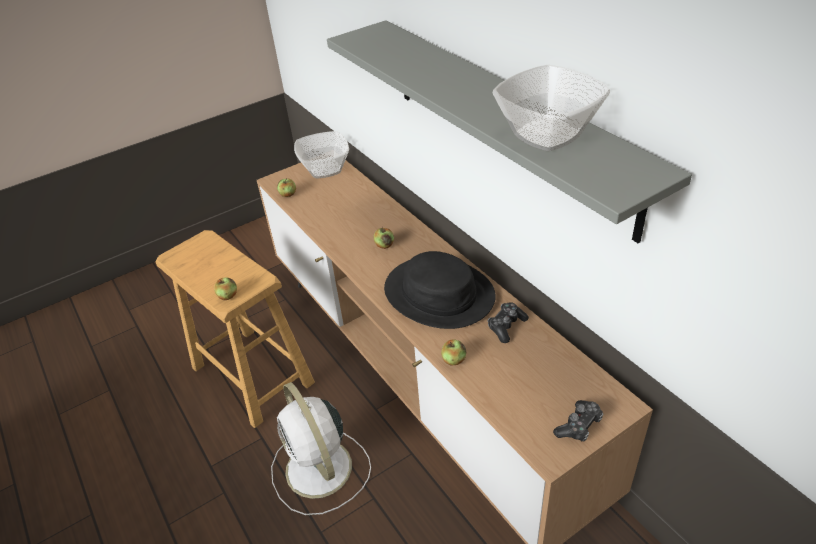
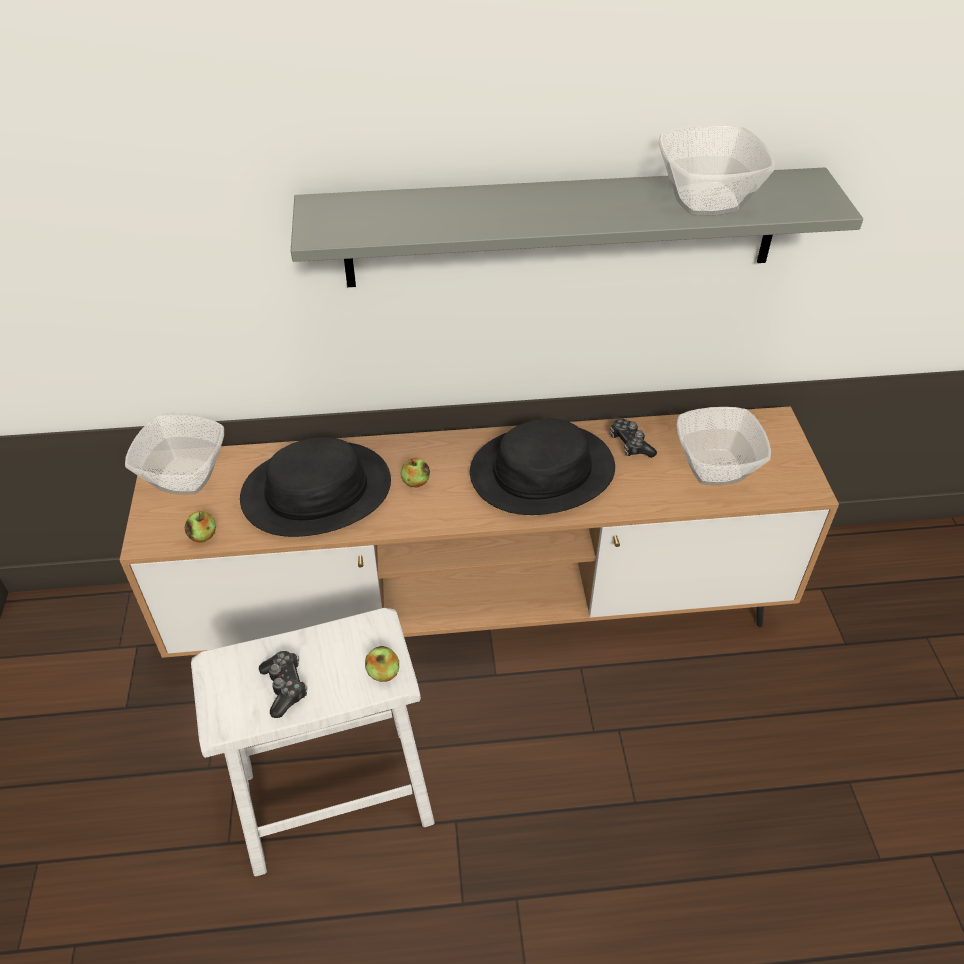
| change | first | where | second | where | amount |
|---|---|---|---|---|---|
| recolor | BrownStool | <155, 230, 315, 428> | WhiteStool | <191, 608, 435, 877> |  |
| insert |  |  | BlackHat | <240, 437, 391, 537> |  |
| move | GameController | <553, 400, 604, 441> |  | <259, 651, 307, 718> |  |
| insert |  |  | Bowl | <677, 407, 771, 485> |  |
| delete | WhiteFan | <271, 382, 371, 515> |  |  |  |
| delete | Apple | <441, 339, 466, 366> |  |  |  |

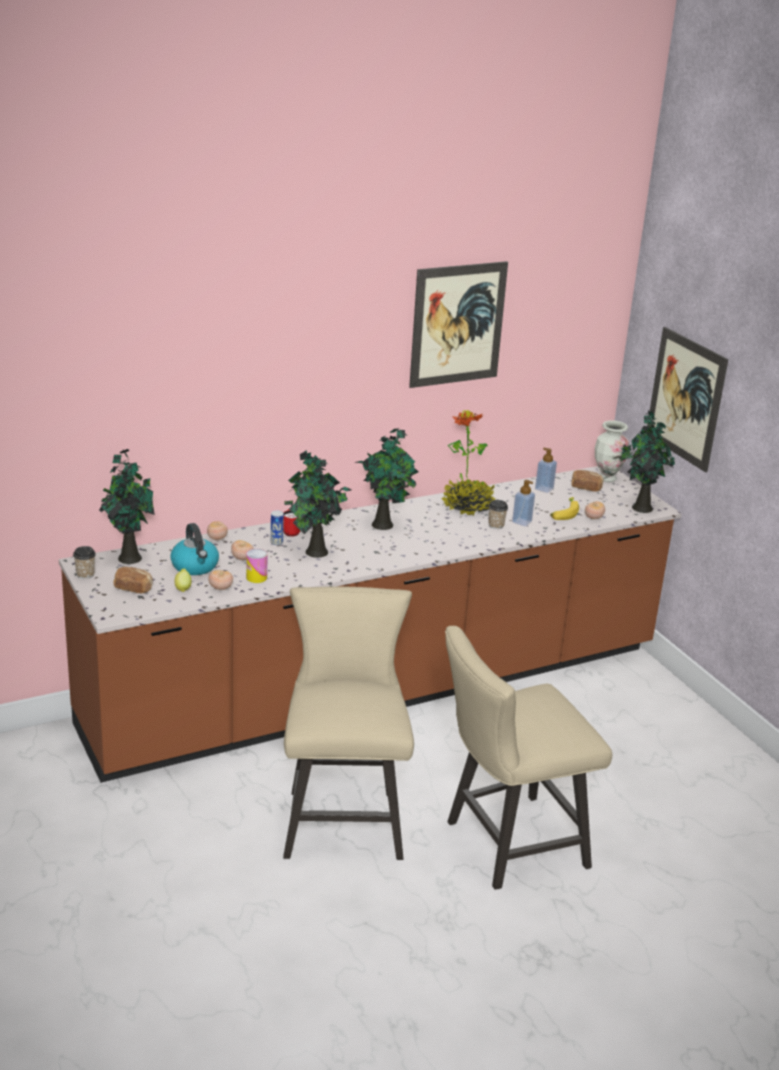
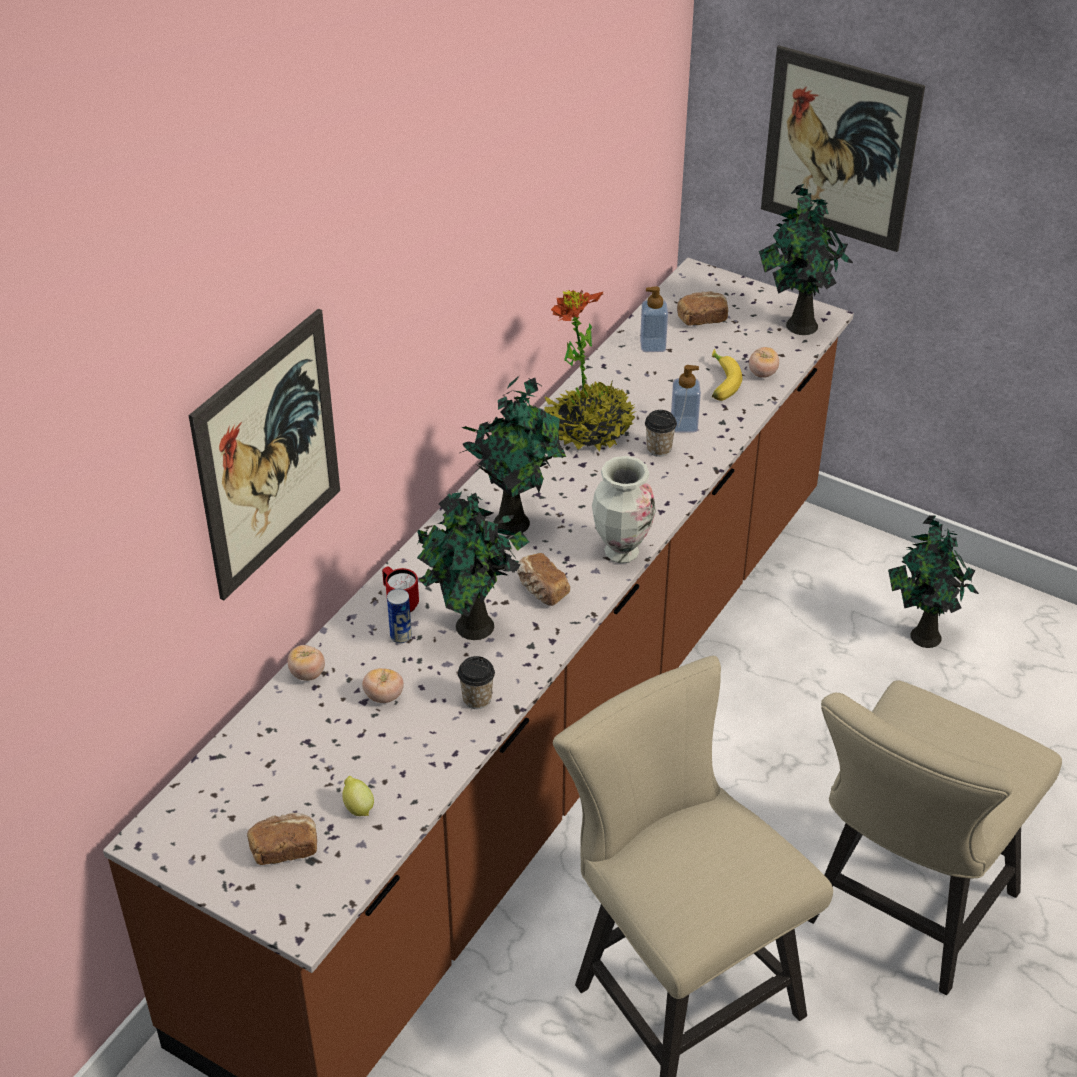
| change | first | where | second | where | amount |
|---|---|---|---|---|---|
| move | Picture | <409, 261, 508, 388> |  | <189, 309, 340, 601> |  |
| move | Cup | <73, 546, 96, 579> |  | <458, 656, 495, 709> |  |
| insert |  |  | Bread | <517, 553, 570, 606> |  |
| move | Vase | <595, 420, 629, 482> |  | <592, 456, 656, 564> |  |
| move | PottedPlant | <99, 449, 155, 564> |  | <888, 515, 979, 648> |  |
| delete | Kettle | <170, 523, 219, 575> |  |  |  |
| delete | Tomato | <208, 570, 233, 590> |  |  |  |
| delete | Can | <246, 549, 268, 583> |  |  |  |

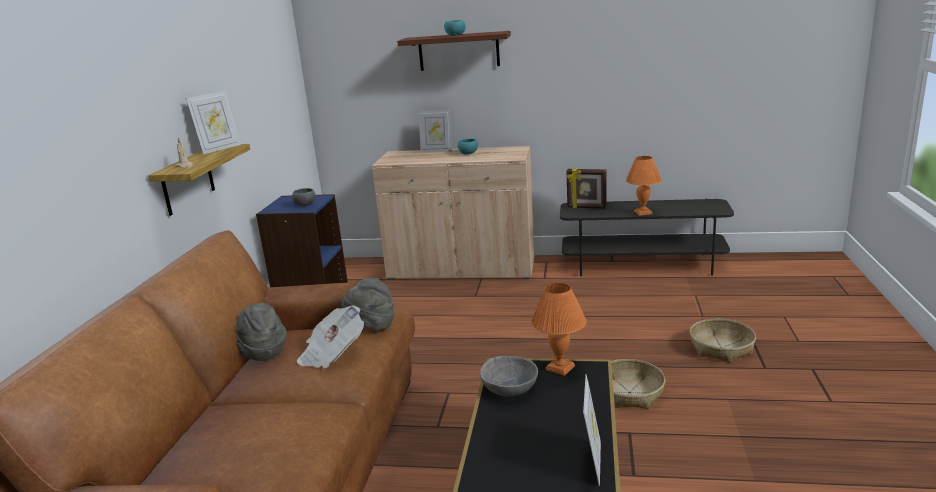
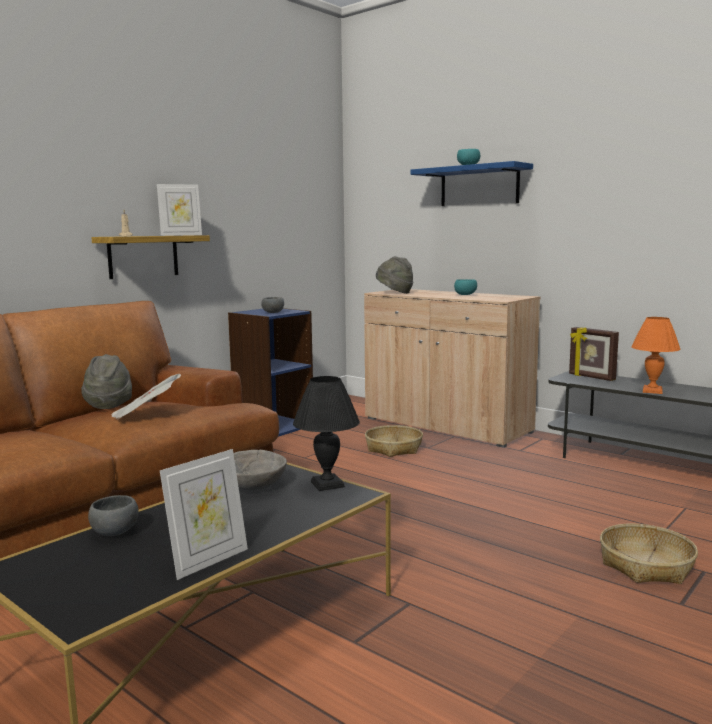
| change | first | where | second | where | amount |
|---|---|---|---|---|---|
| insert |  |  | GreyBowl | <88, 495, 139, 536> |  |
| recolor | OrangeTableLamp | <531, 283, 587, 376> | BlackTableLamp | <293, 376, 360, 491> |  |
| move | Basket | <611, 359, 666, 409> |  | <365, 425, 423, 457> |  |
| move | GreyHat | <341, 278, 395, 330> |  | <376, 256, 413, 294> |  |
| recolor | BrownShelf | <397, 31, 511, 71> | BlueShelf | <410, 161, 533, 206> |  |
| delete | PictureFrame | <419, 110, 452, 152> |  |  |  |

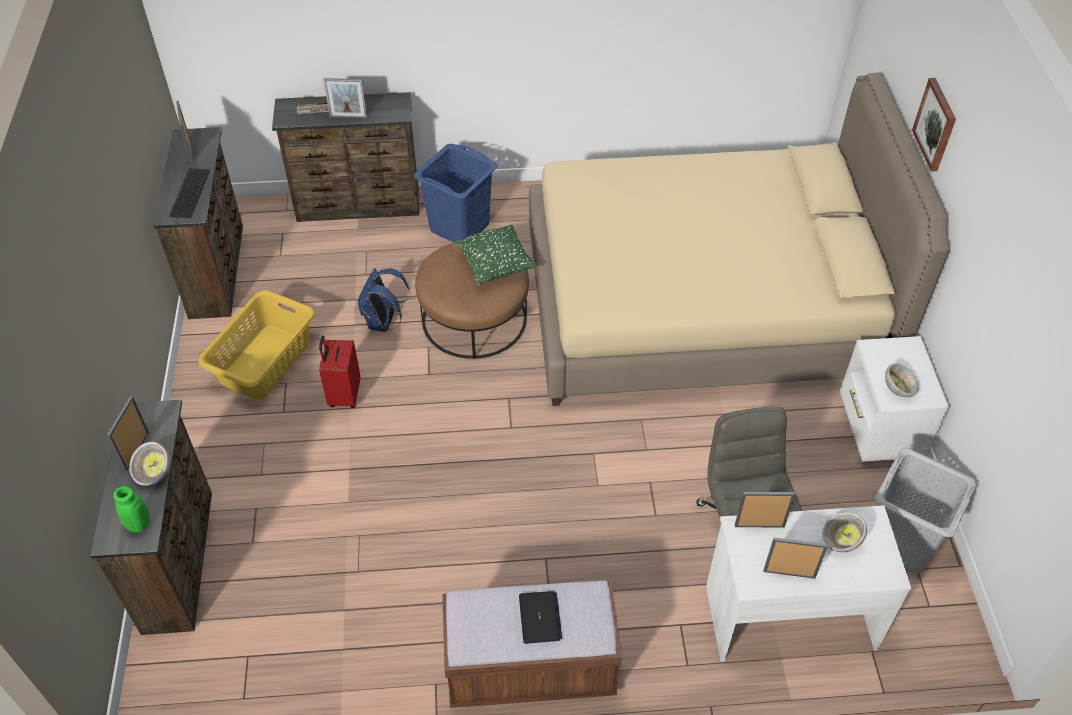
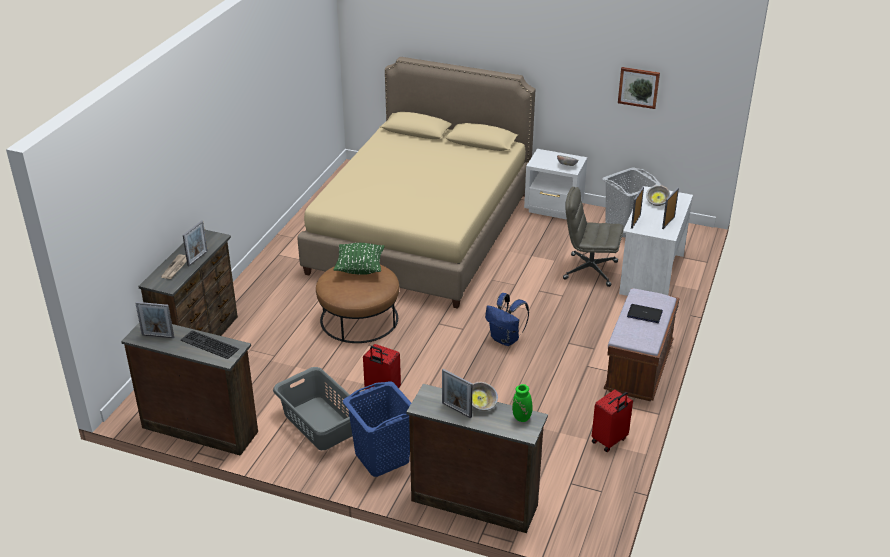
| change | first | where | second | where | amount |
|---|---|---|---|---|---|
| recolor | YellowLaundryBasket | <198, 290, 315, 400> | GreyLaundryBasket | <273, 367, 360, 450> |  |
| move | BlueLaundryBasket | <414, 144, 497, 243> |  | <343, 381, 411, 477> |  |
| move | BlueBackpack | <358, 268, 410, 332> |  | <485, 293, 529, 346> |  |
| insert |  |  | RedSuitcase | <592, 389, 633, 452> |  |
| move | Picture | <912, 78, 956, 172> |  | <618, 67, 660, 109> |  |

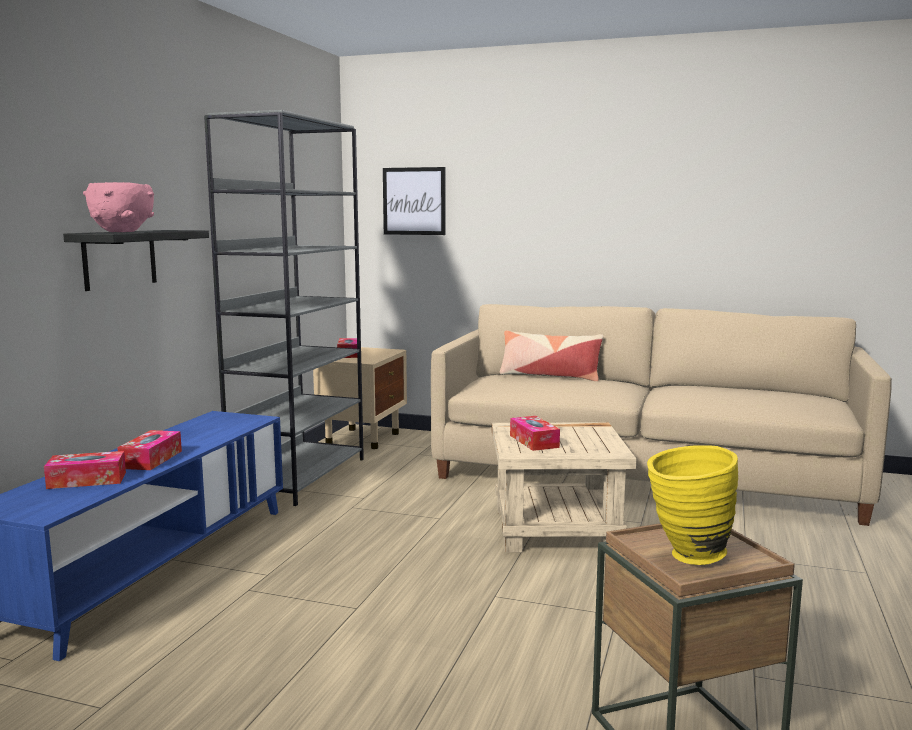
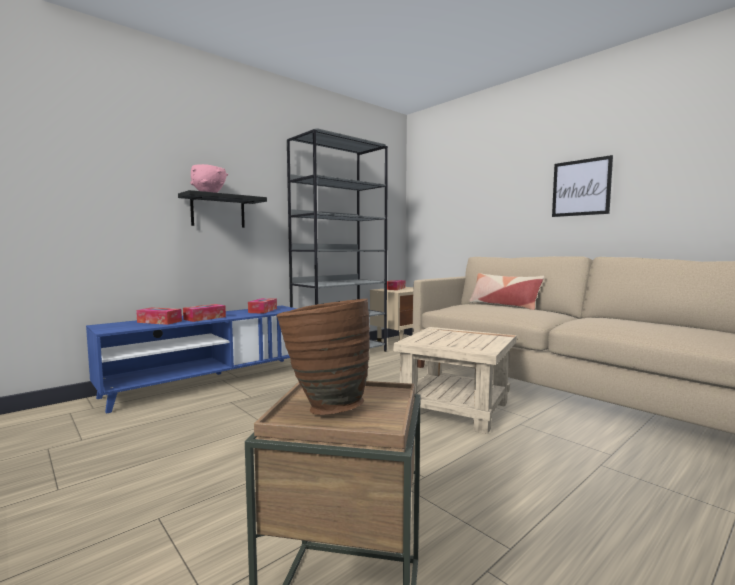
| change | first | where | second | where | amount |
|---|---|---|---|---|---|
| move | TissueBox | <510, 416, 560, 451> |  | <248, 298, 277, 314> |  |
| recolor | YellowVase | <647, 445, 738, 565> | BrownVase | <276, 298, 370, 415> |  |
| move | Picture | <383, 167, 445, 235> |  | <552, 155, 613, 217> |  |

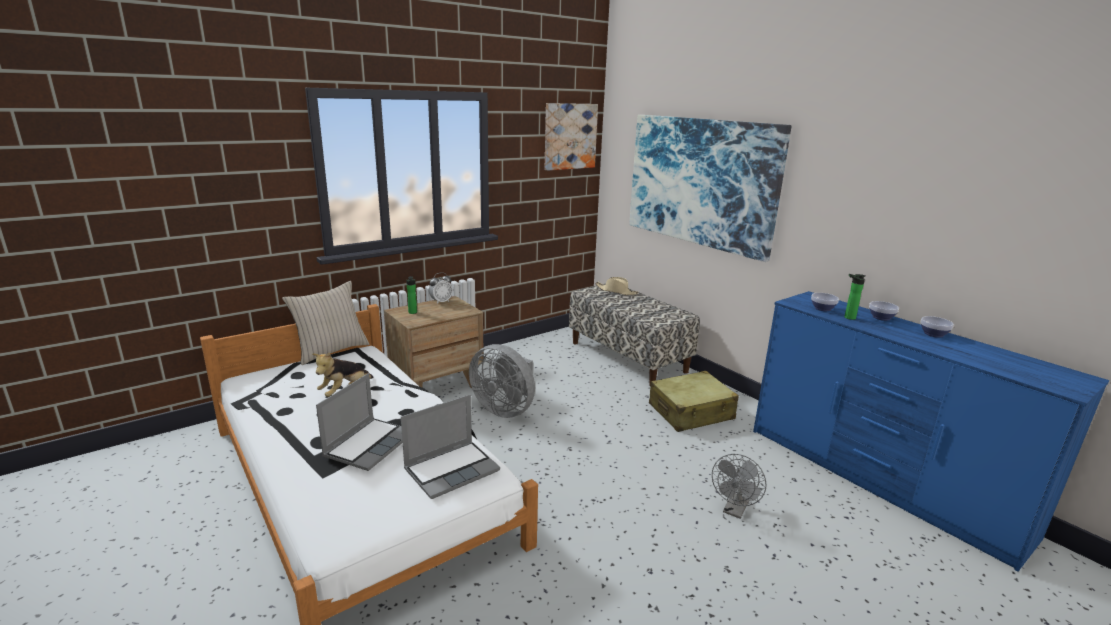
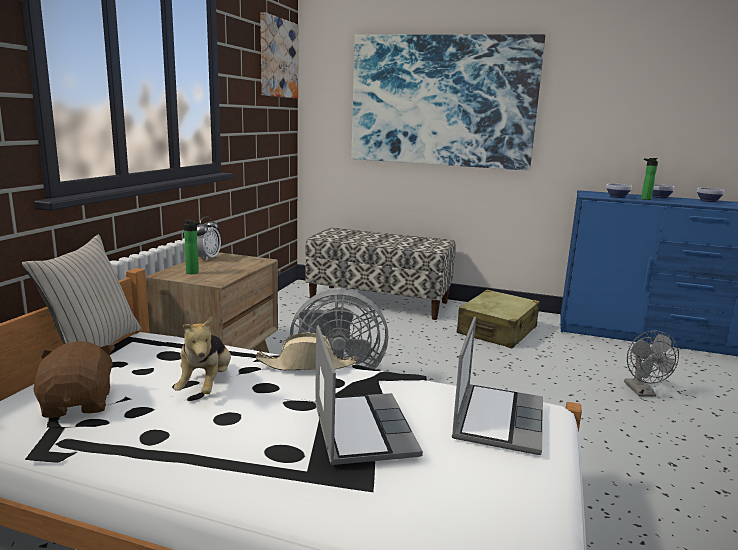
| change | first | where | second | where | amount |
|---|---|---|---|---|---|
| insert |  |  | BrownPlushToy | <33, 341, 115, 418> |  |
| move | BeigeHat | <596, 277, 638, 295> |  | <256, 332, 357, 371> |  |

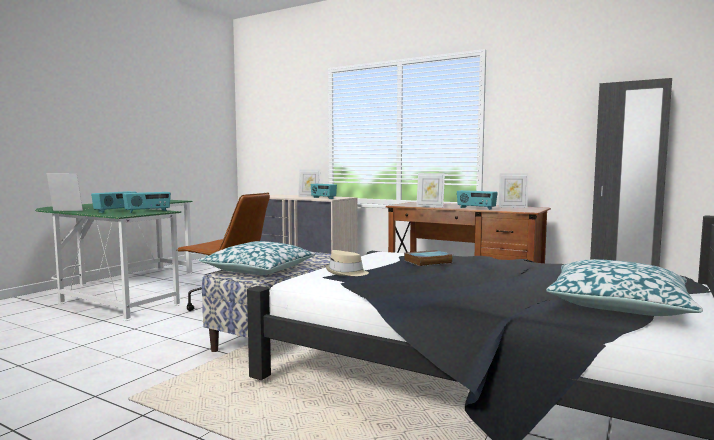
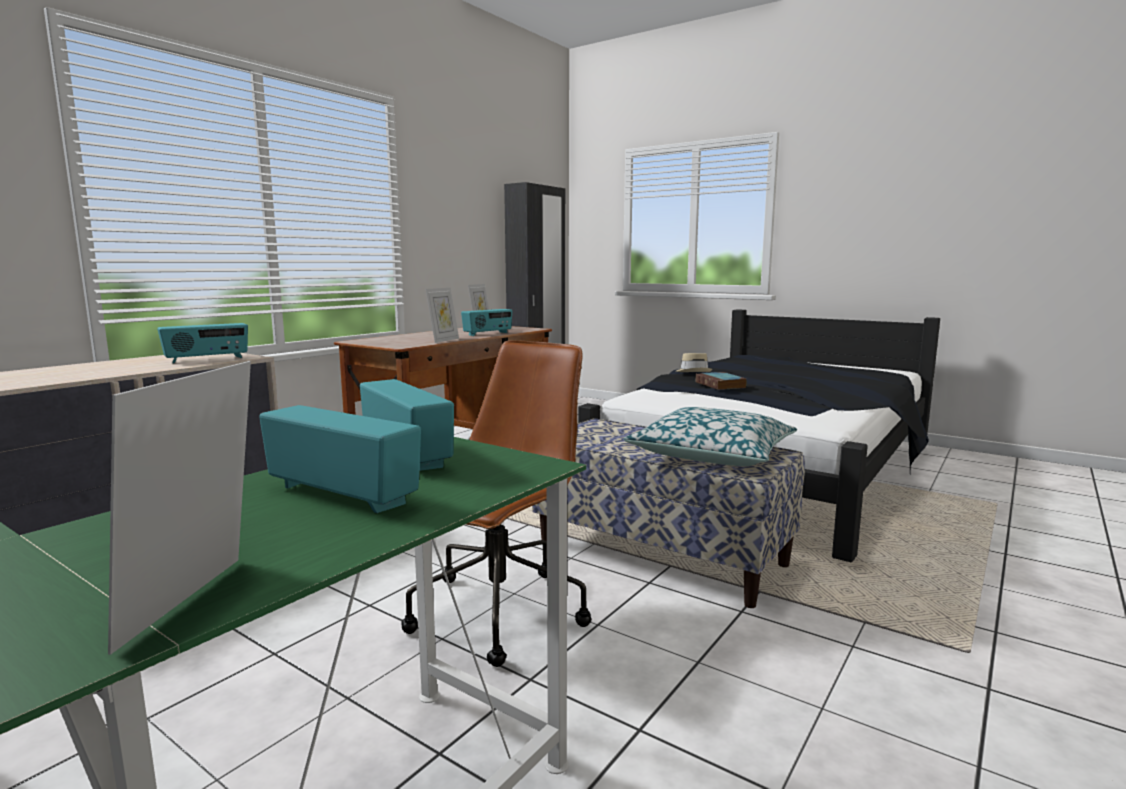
| change | first | where | second | where | amount |
|---|---|---|---|---|---|
| move | BeigeHat | <325, 250, 369, 276> |  | <676, 353, 712, 372> |  |
| delete | PictureFrame | <298, 170, 320, 197> |  |  |  |
| delete | Pillow | <546, 259, 703, 316> |  |  |  |

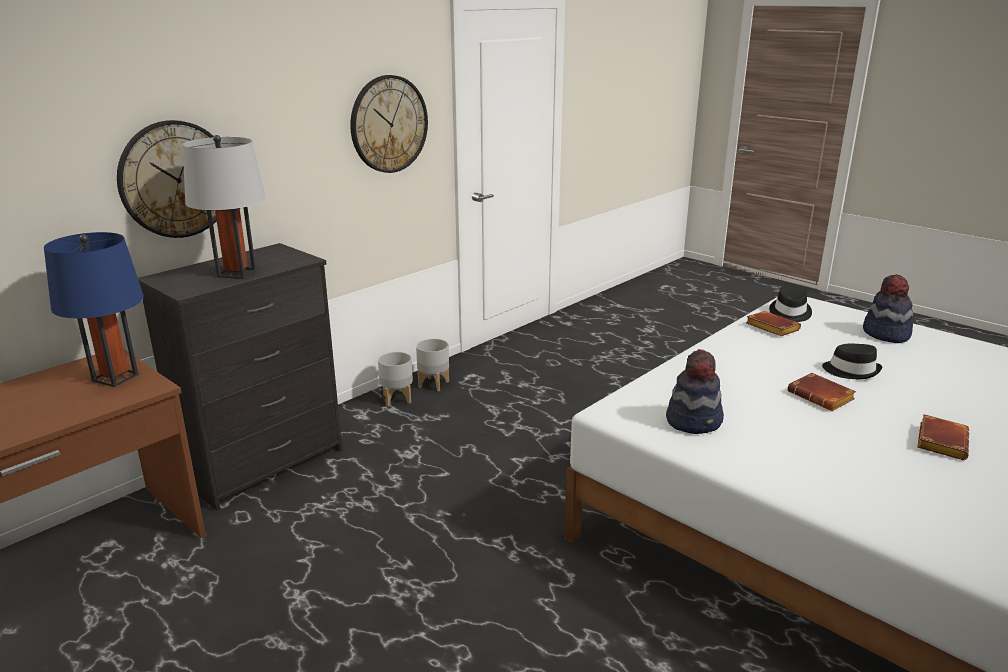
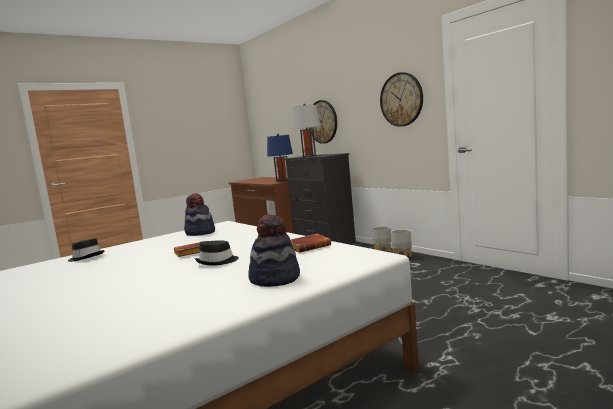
| change | first | where | second | where | amount |
|---|---|---|---|---|---|
| move | BlackHat | <769, 286, 812, 322> |  | <68, 238, 105, 262> |  |
| delete | BrownBook | <917, 414, 969, 460> |  |  |  |

